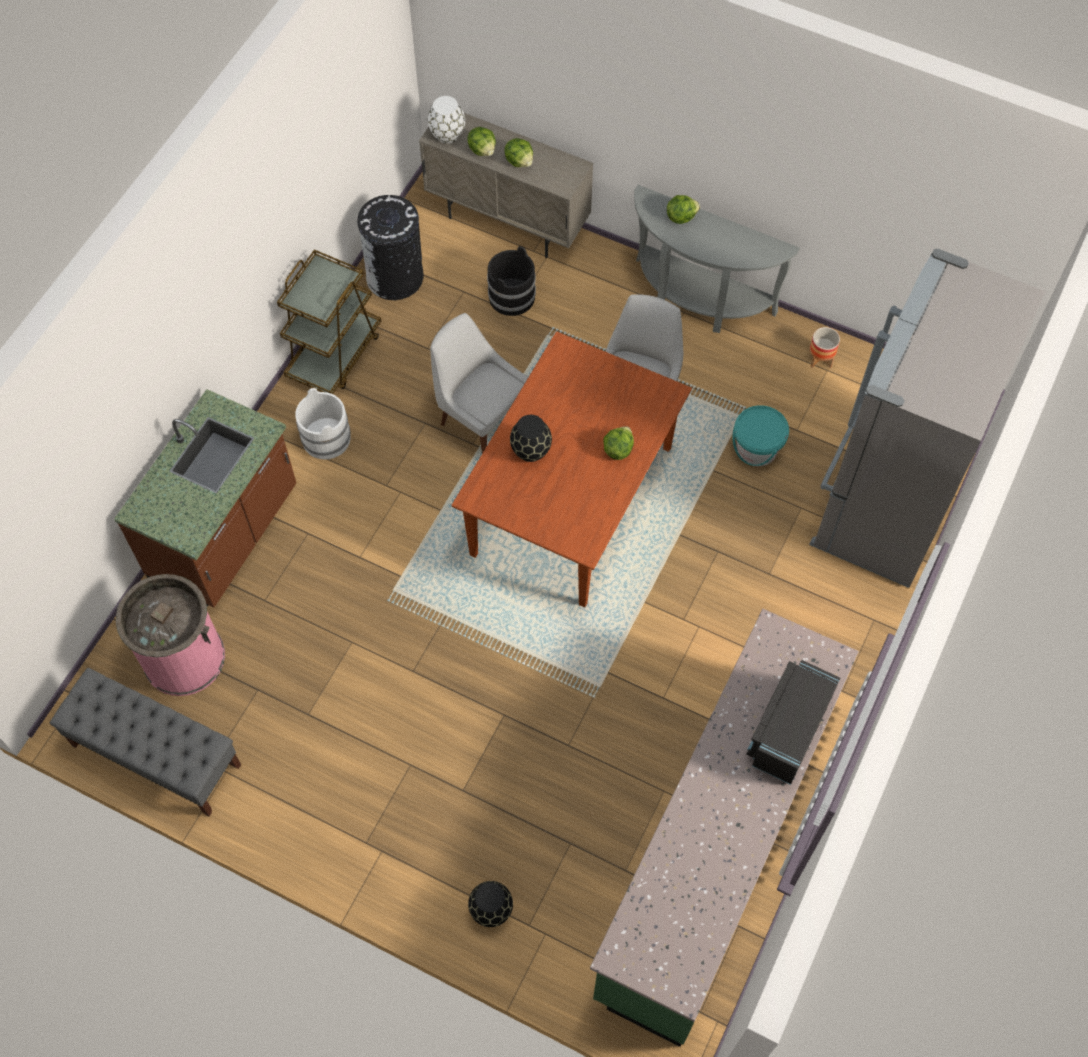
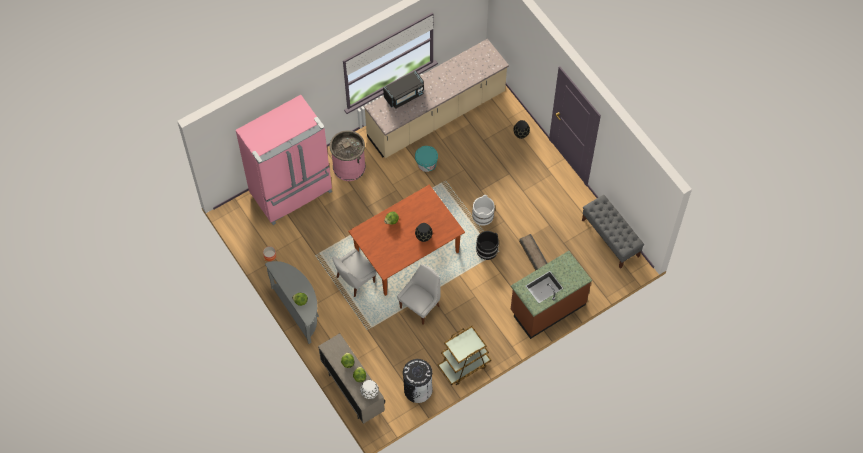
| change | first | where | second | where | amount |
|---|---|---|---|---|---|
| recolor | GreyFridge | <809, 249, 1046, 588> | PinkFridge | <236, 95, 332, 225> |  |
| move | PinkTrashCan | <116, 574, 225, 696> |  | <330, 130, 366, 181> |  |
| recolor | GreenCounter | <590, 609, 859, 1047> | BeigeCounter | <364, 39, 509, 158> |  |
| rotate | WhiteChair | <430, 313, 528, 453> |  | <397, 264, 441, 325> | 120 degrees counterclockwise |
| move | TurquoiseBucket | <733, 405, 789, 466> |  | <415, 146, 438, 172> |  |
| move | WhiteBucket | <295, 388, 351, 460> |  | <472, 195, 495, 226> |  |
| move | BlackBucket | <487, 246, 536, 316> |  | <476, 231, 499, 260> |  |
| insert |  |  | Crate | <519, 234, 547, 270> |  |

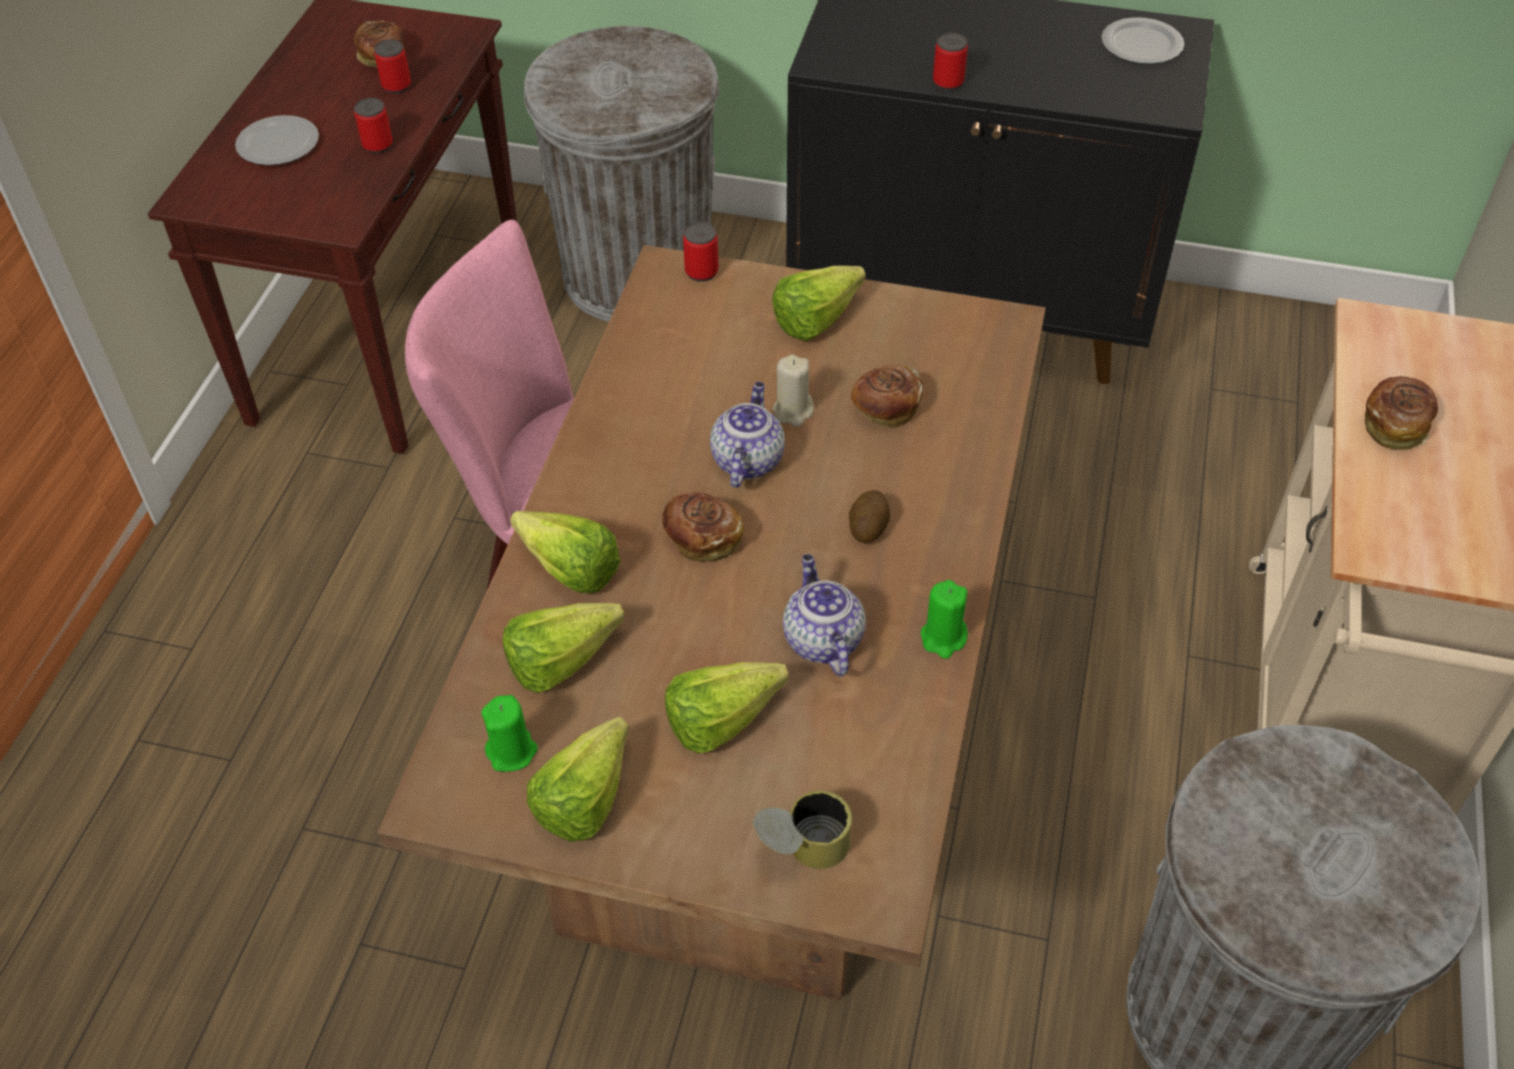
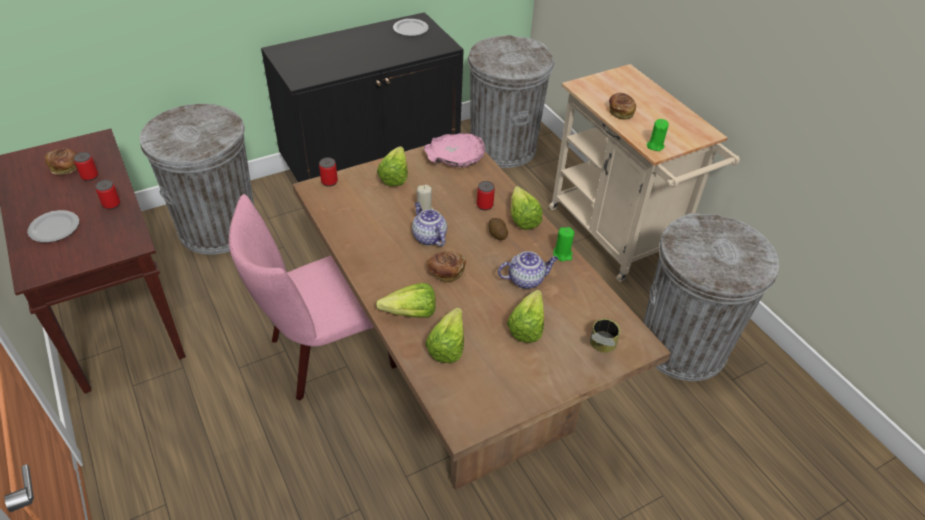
| change | first | where | second | where | amount |
|---|---|---|---|---|---|
| insert |  |  | PinkBowl | <424, 133, 485, 167> |  |
| insert |  |  | GreyTrashCan | <468, 35, 555, 168> |  |
| move | Can | <933, 33, 968, 90> |  | <477, 181, 495, 211> |  |
| rotate | Teapot | <783, 554, 866, 676> |  | <498, 251, 558, 289> | 135 degrees clockwise |
| move | Lettuce | <527, 717, 629, 842> |  | <511, 186, 543, 230> |  |
| move | GreenCandle | <482, 695, 538, 772> |  | <647, 119, 669, 151> |  |
| delete | Bread | <850, 365, 923, 428> |  |  |  |

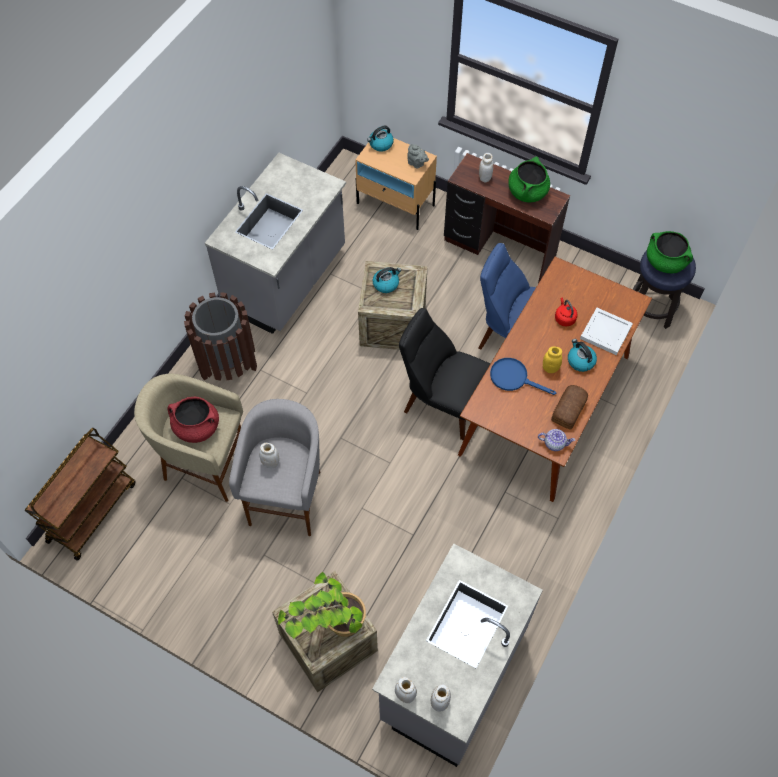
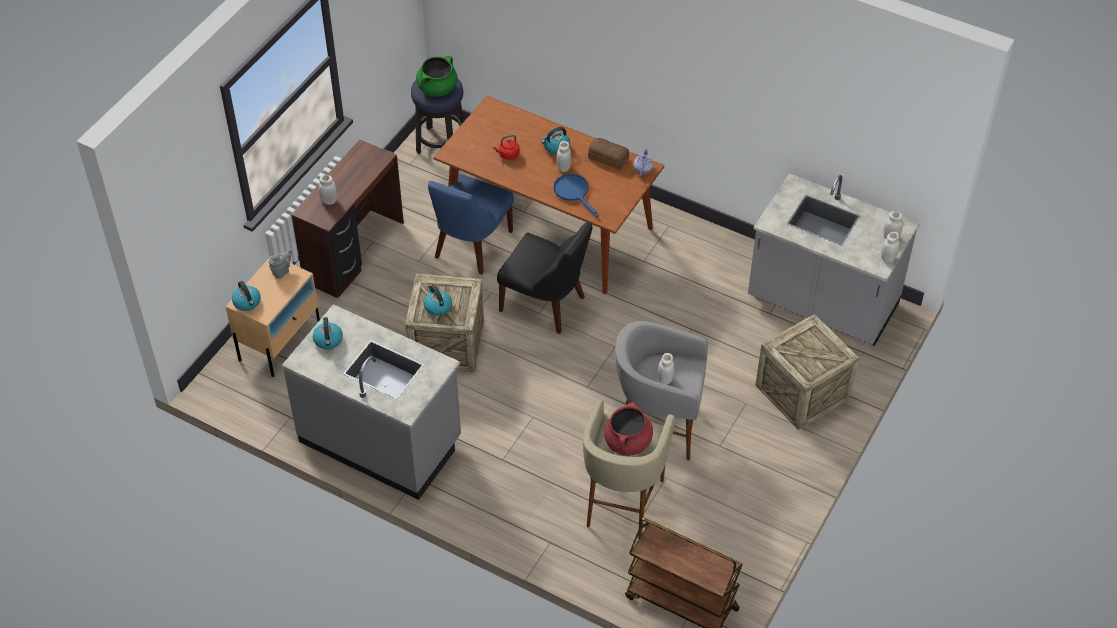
| change | first | where | second | where | amount |
|---|---|---|---|---|---|
| insert |  |  | Kettle | <313, 317, 343, 349> |  |
| rotate | BlackChair | <399, 308, 490, 440> |  | <497, 221, 592, 334> | 90 degrees counterclockwise |
| rotate | BlueFryingPan | <490, 358, 556, 395> |  | <554, 174, 599, 217> | 120 degrees clockwise |
| recolor | YellowJar | <543, 346, 562, 373> | WhiteJar | <557, 141, 571, 172> |  |
| delete | BrownTrashCan | <184, 292, 257, 381> |  |  |  |
| delete | PottedPlant | <278, 572, 366, 639> |  |  |  |
| delete | GreenCookingPot | <508, 156, 550, 202> |  |  |  |
| delete | WhiteTray | <580, 308, 633, 355> |  |  |  |

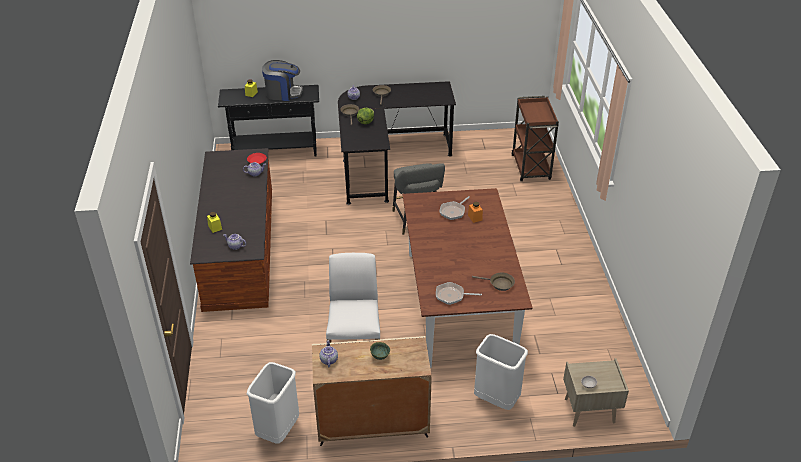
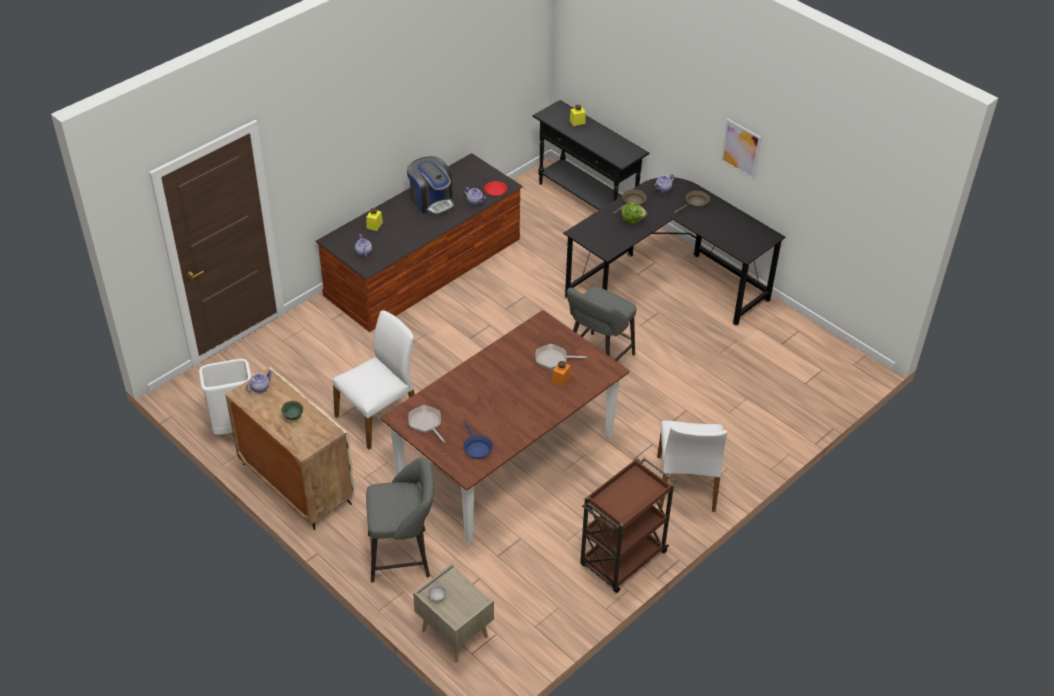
| change | first | where | second | where | amount |
|---|---|---|---|---|---|
| replace | WhiteTrashCan | <474, 334, 528, 410> | GreyStool | <366, 457, 434, 583> |  |
| move | CoffeeMachine | <262, 60, 303, 101> |  | <407, 156, 454, 216> |  |
| recolor | BrownFryingPan | <472, 272, 515, 291> | BlueFryingPan | <463, 422, 493, 459> |  |
| move | BrownCart | <512, 96, 559, 181> |  | <580, 458, 676, 593> |  |
| insert |  |  | WhiteChair | <657, 421, 727, 512> |  |
| insert |  |  | Picture | <721, 119, 761, 180> |  |

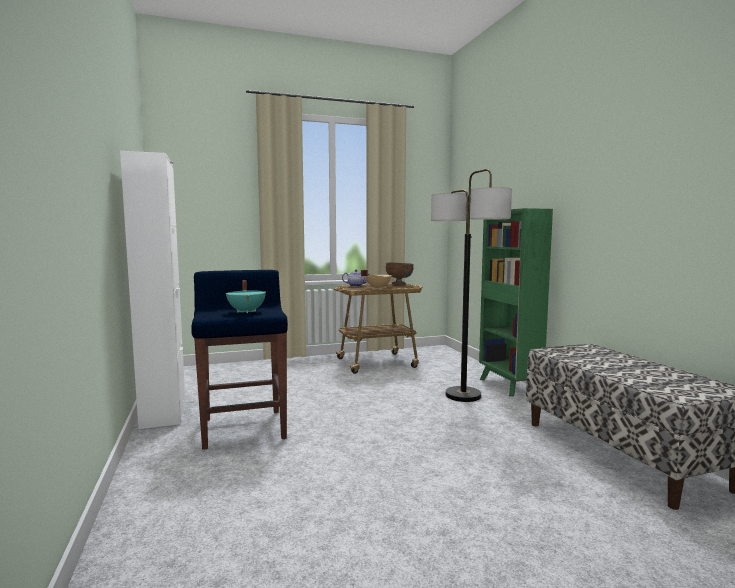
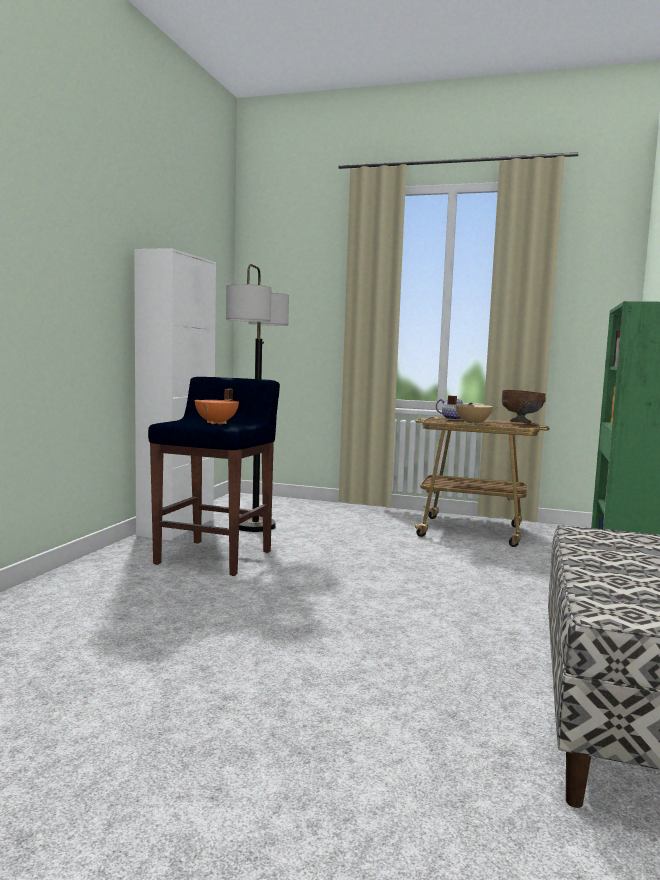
| change | first | where | second | where | amount |
|---|---|---|---|---|---|
| recolor | TurquoiseCookingPot | <226, 280, 266, 313> | OrangeCookingPot | <194, 389, 239, 424> |  |
| move | FloorLamp | <431, 169, 512, 402> |  | <226, 264, 289, 532> |  |

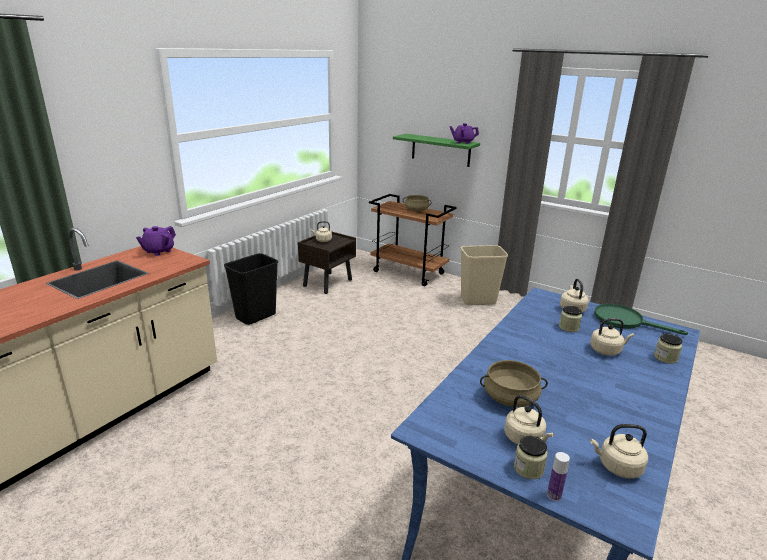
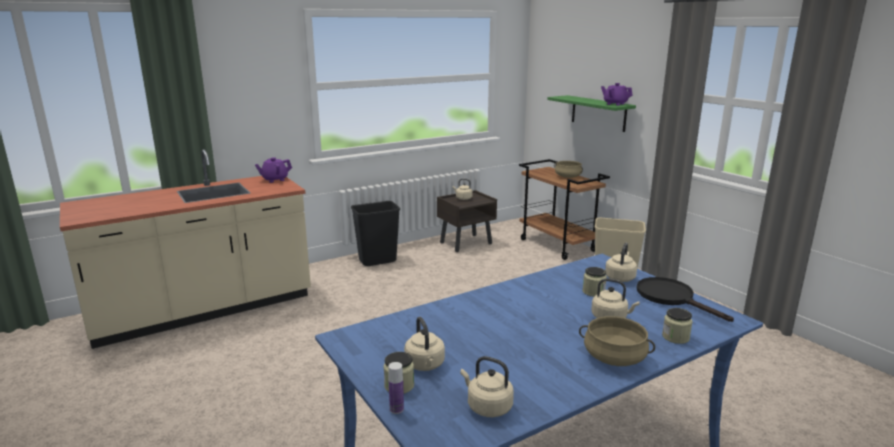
| change | first | where | second | where | amount |
|---|---|---|---|---|---|
| move | BeigeCookingPot | <480, 360, 548, 407> |  | <579, 316, 655, 366> |  |
| recolor | GreenFryingPan | <594, 304, 688, 335> | BlackFryingPan | <636, 277, 734, 322> |  |

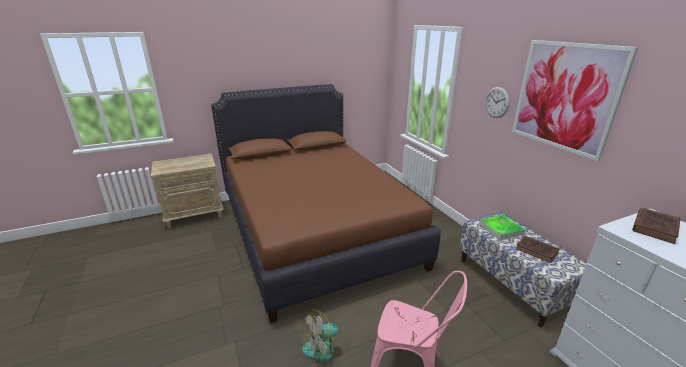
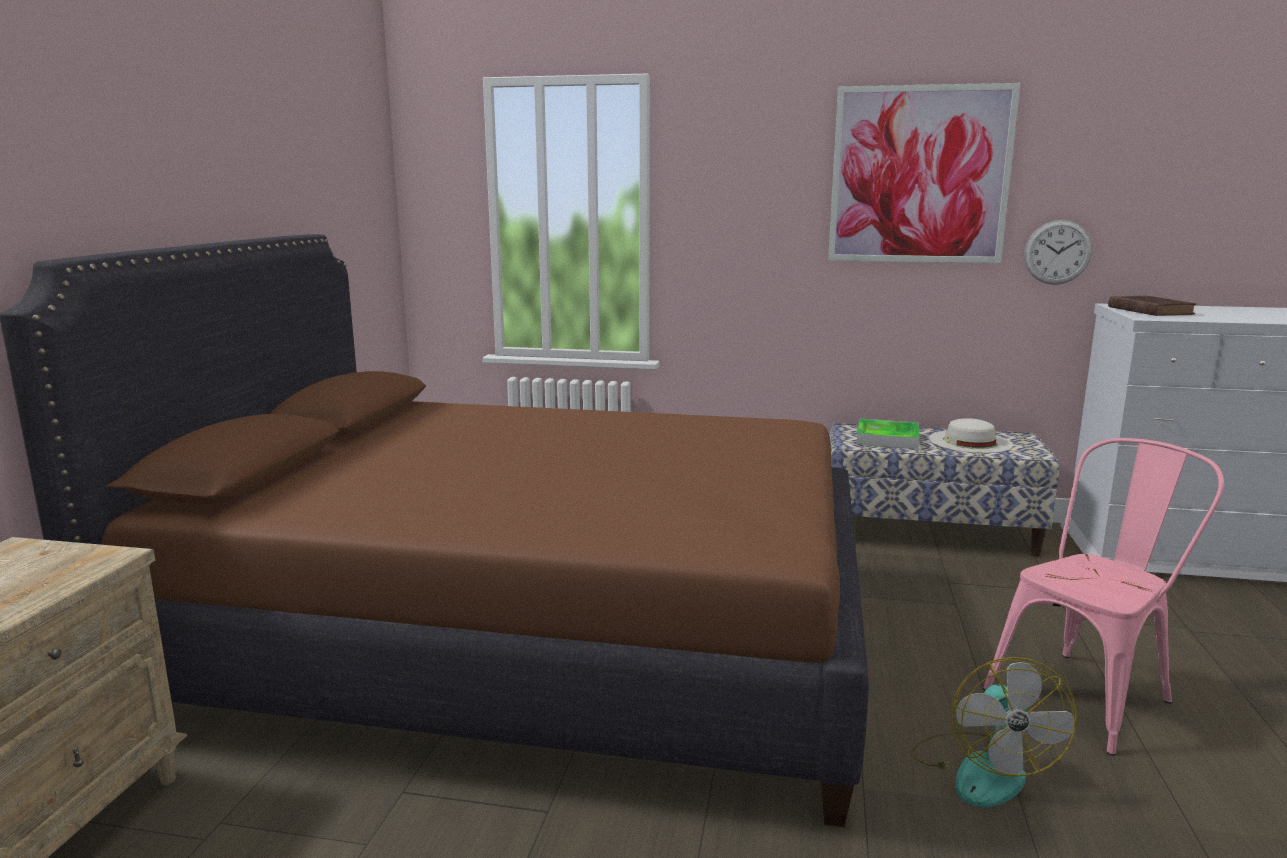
| change | first | where | second | where | amount |
|---|---|---|---|---|---|
| replace | BrownBook | <516, 236, 560, 263> | WhiteHat | <928, 418, 1013, 453> |  |
| move | WallClock | <485, 87, 510, 118> |  | <1024, 220, 1092, 285> |  |

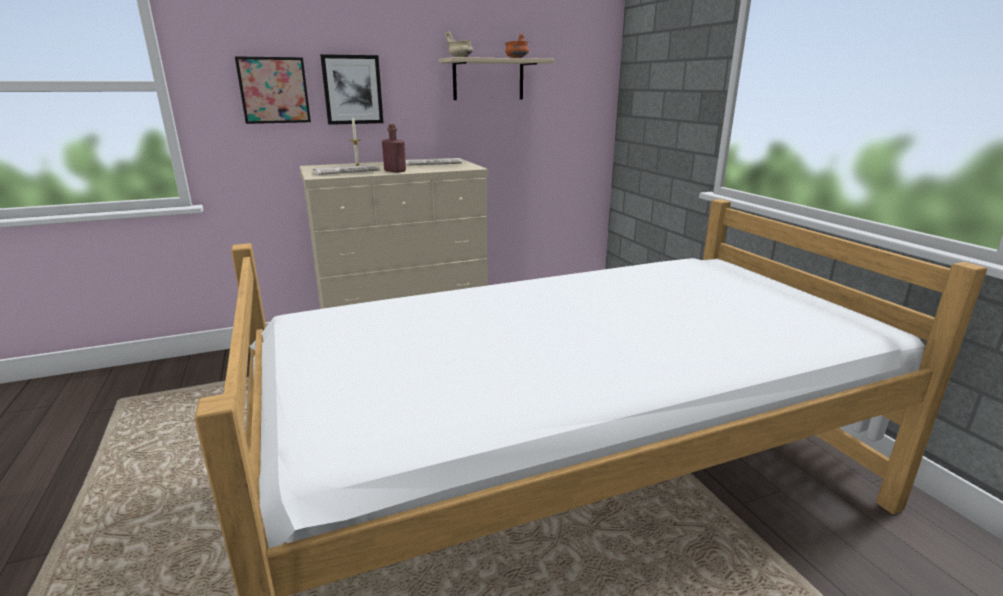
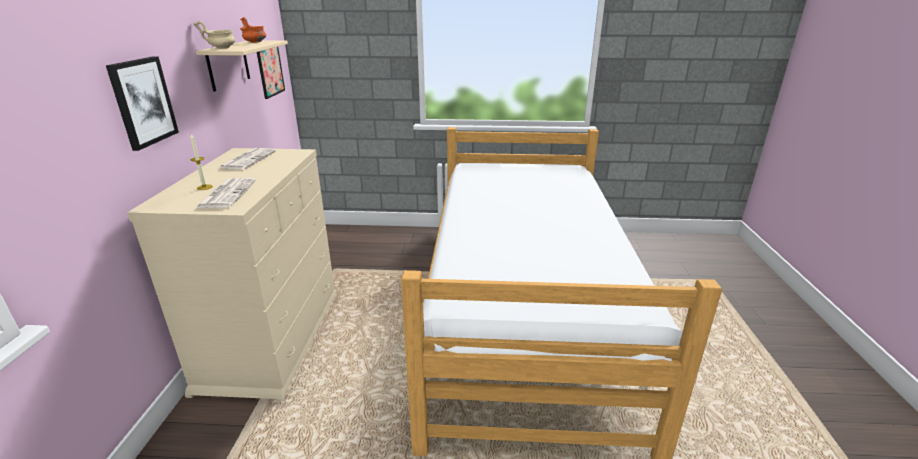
| change | first | where | second | where | amount |
|---|---|---|---|---|---|
| move | Picture | <235, 56, 311, 124> |  | <257, 47, 285, 99> |  |
| delete | RedBottle | <382, 124, 406, 173> |  |  |  |

